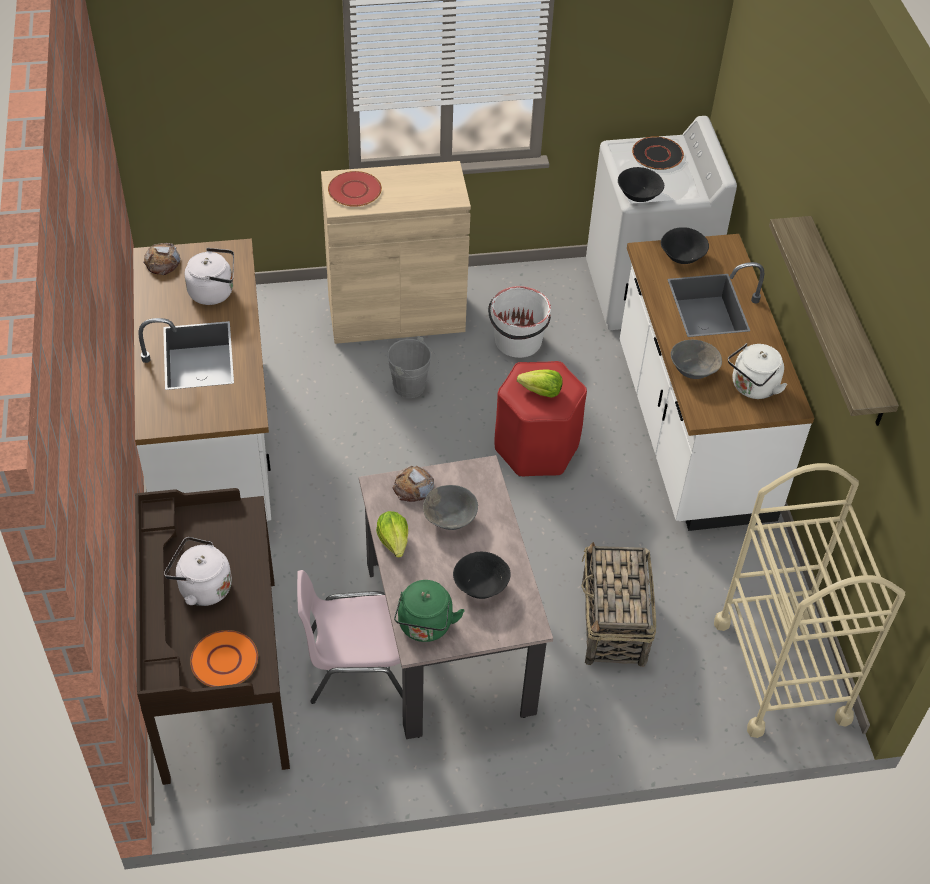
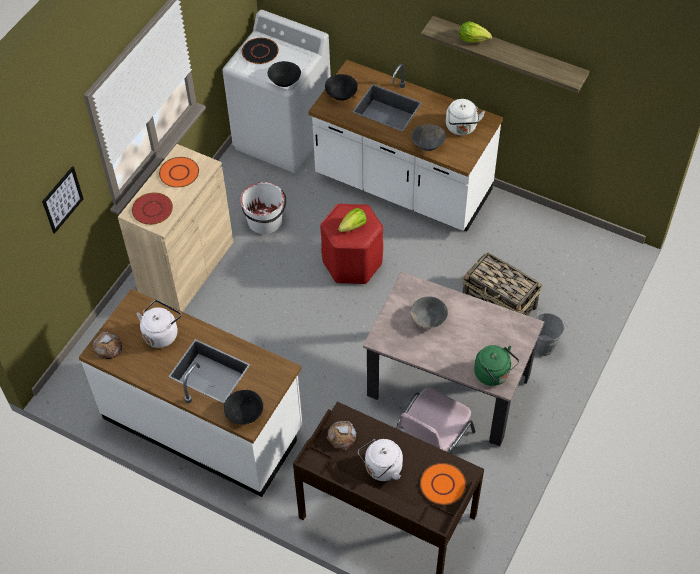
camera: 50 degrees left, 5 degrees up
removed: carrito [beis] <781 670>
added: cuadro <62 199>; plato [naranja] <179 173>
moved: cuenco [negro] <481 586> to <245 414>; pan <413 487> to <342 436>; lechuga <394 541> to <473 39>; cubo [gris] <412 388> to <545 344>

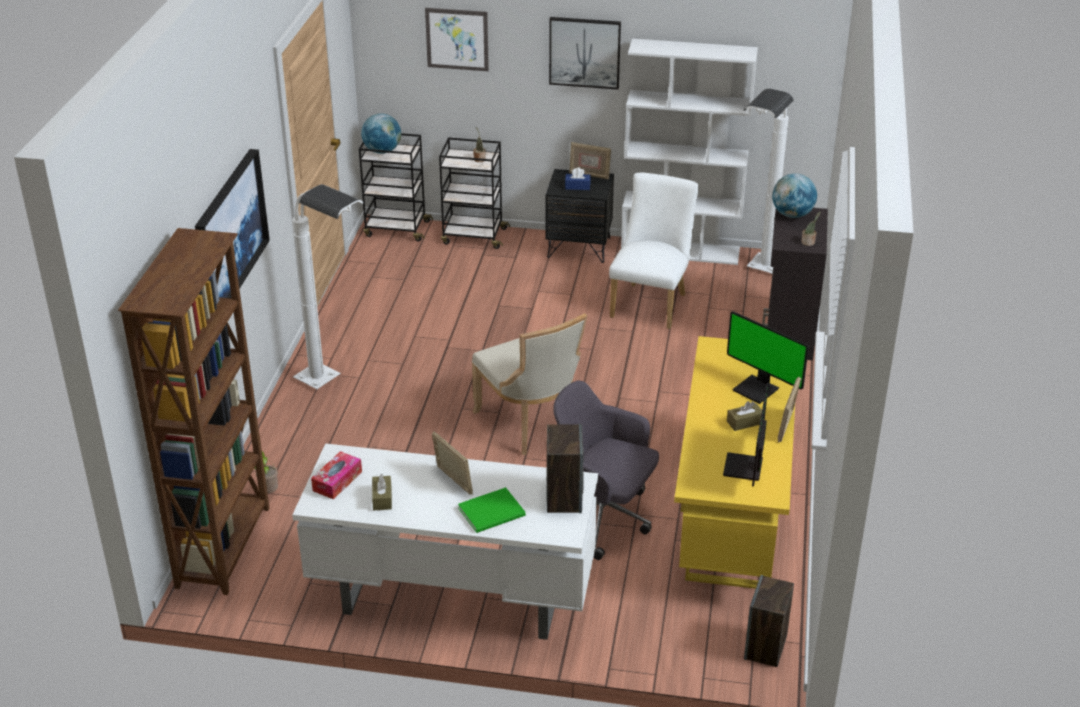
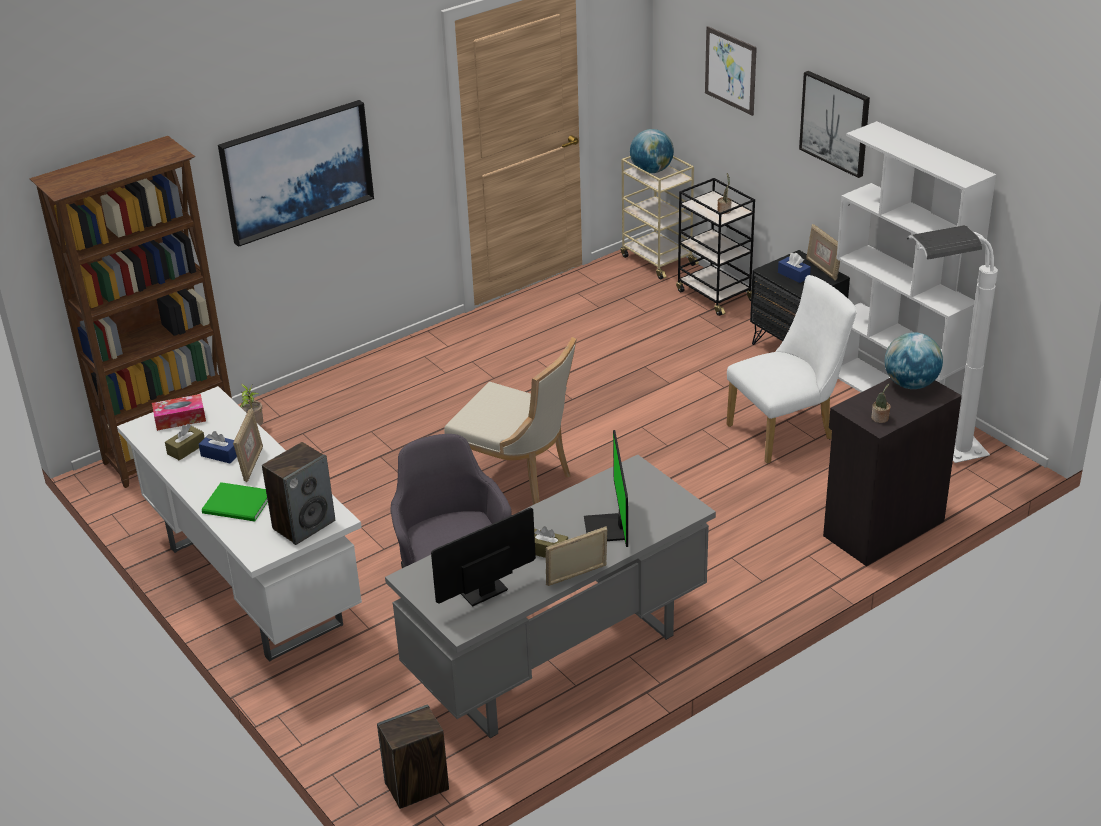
camera: 45 degrees right, 0 degrees up
removed: lámpara de pie [blanco] <335 387>
added: caja de pañuelos [azul] <220 454>
recoloured: escritorio [amarillo] <731 519> to escritorio [gris] <558 662>; carrito [negro] <396 229> to carrito [beis] <657 260>
turned: silla [beis] <530 424> = <517 482> 75 degrees counterclockwise

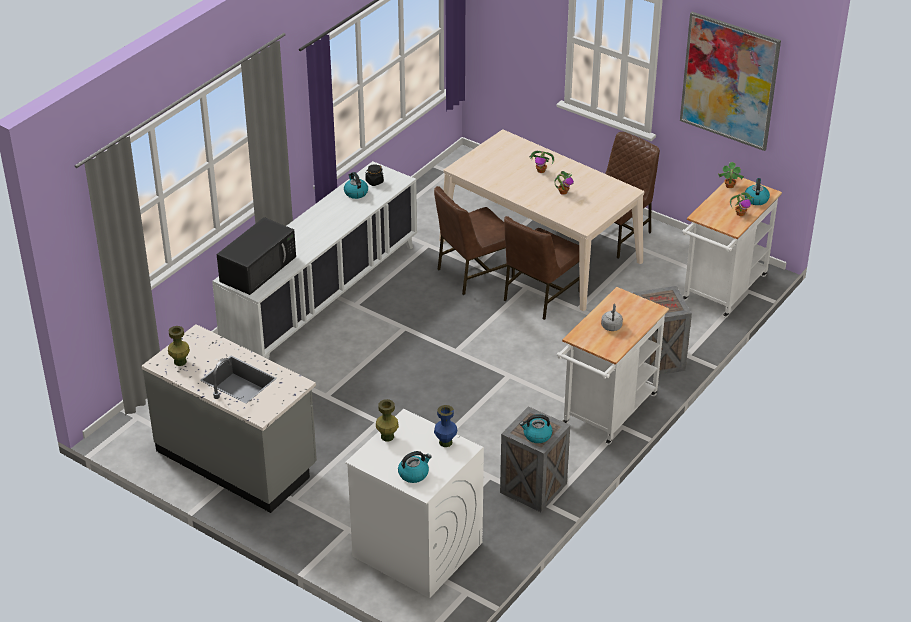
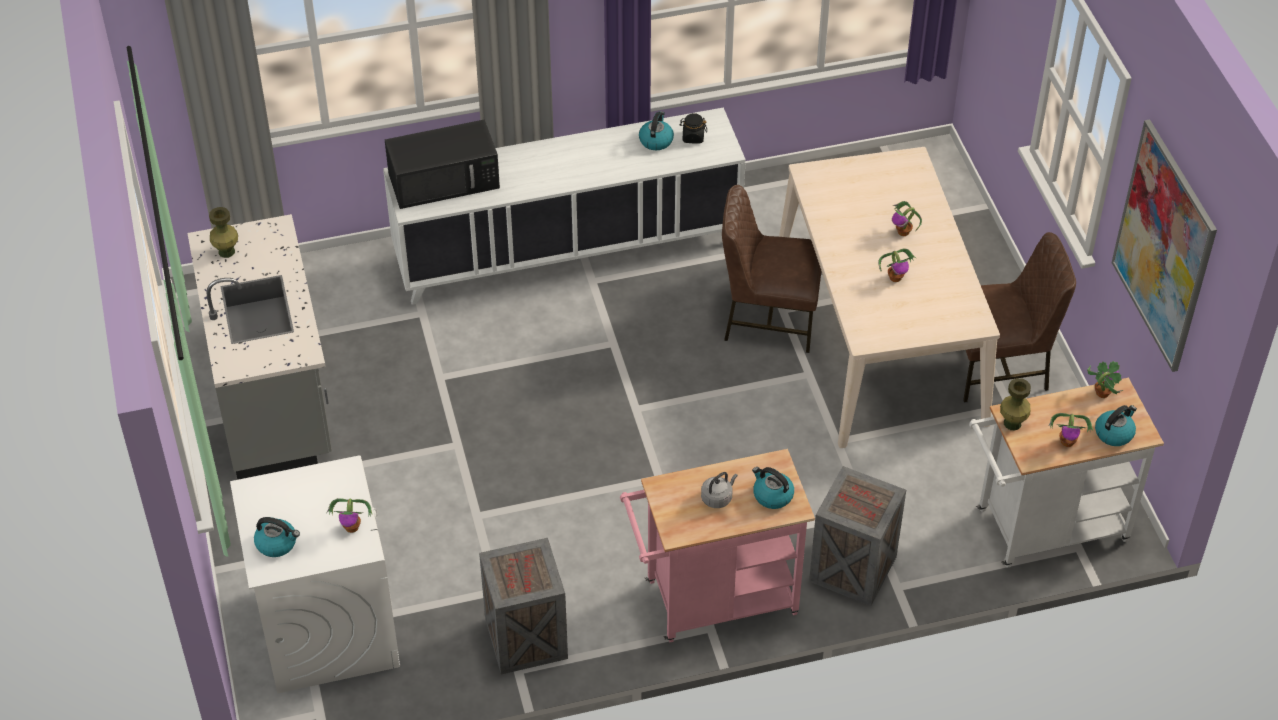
camera: 40 degrees right, 10 degrees up
removed: silla [marrón] <540 296>
moved: hervidor <537 435> to <772 495>; florero [verde] <387 436> to <1012 423>
replaced: florero [azul] <445 442> to planta en maceta <352 527>
recoloured: carrito [blanco] <606 414> to carrito [rosa] <712 601>

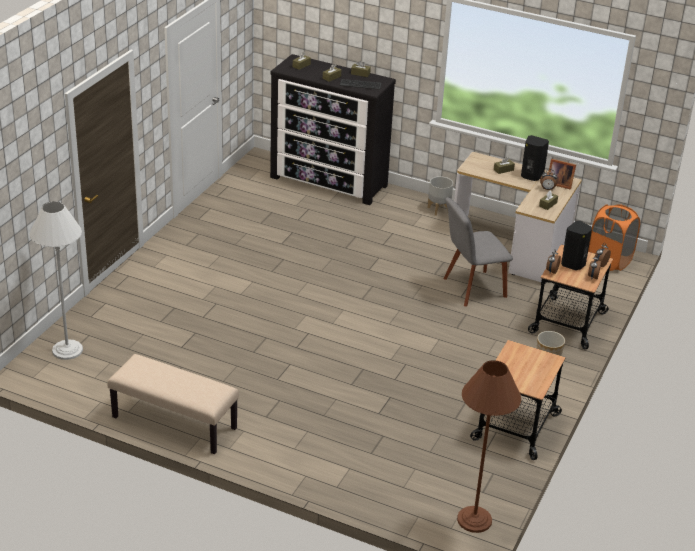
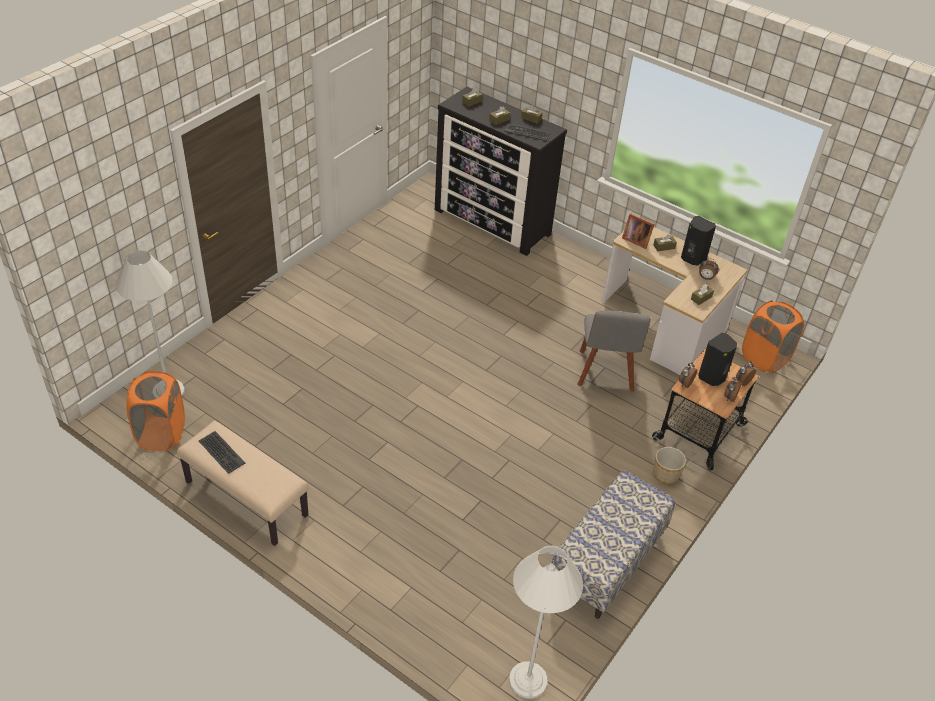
camera: 10 degrees right, 10 degrees up
removed: maceta [gris] <439 210>
added: cesto de la ropa [naranja] <161 434>; teclado <221 452>
moved: portarretratos <558 183> to <635 240>
replaced: carrito <516 427> to banco <607 562>
recoloured: lámpara de pie [marrón] <474 520> to lámpara de pie [blanco] <528 680>
turned: silla [gris] <471 288> = <605 373> 75 degrees counterclockwise

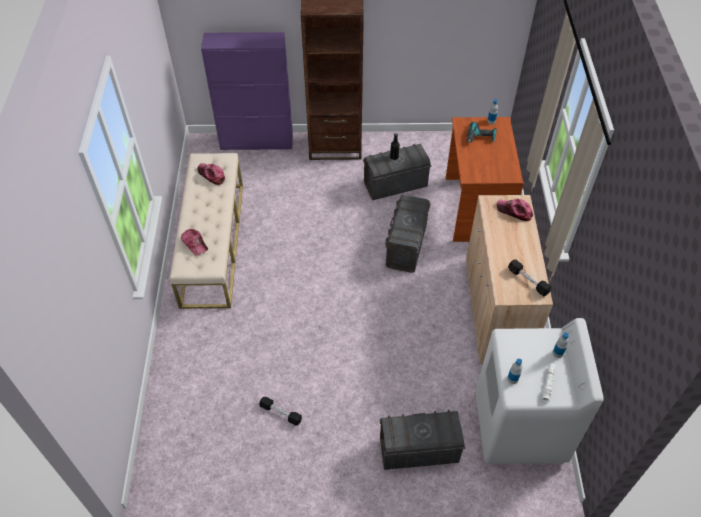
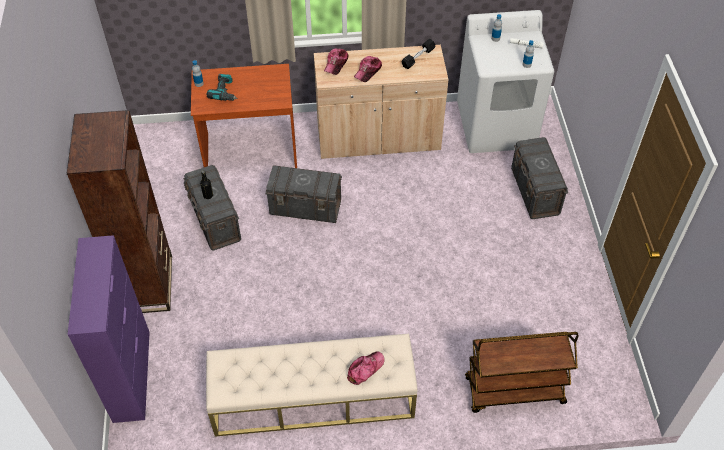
camera: 95 degrees left, 0 degrees up
removed: mancuerna [negro] <281 413>
added: carrito [marrón] <514 391>
moved: gorra <211 175> to <368 71>

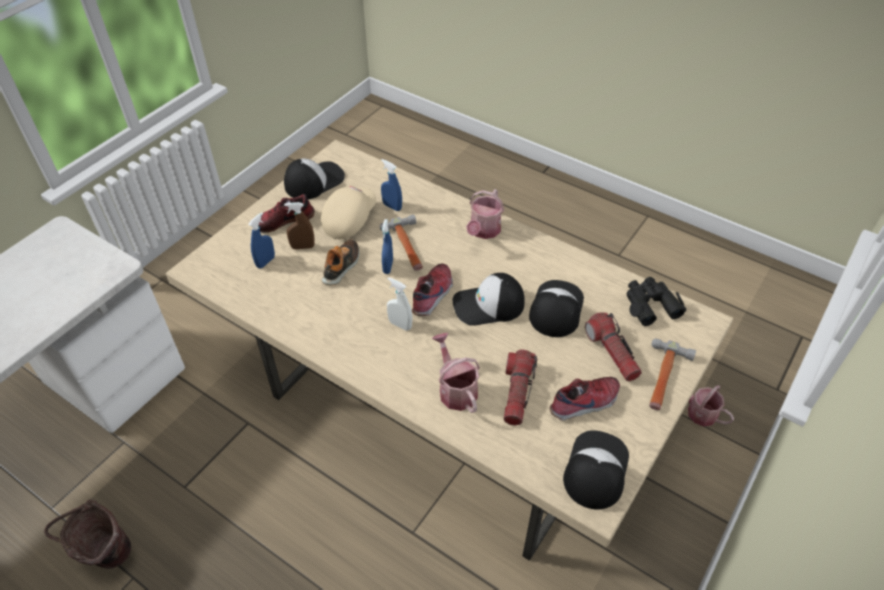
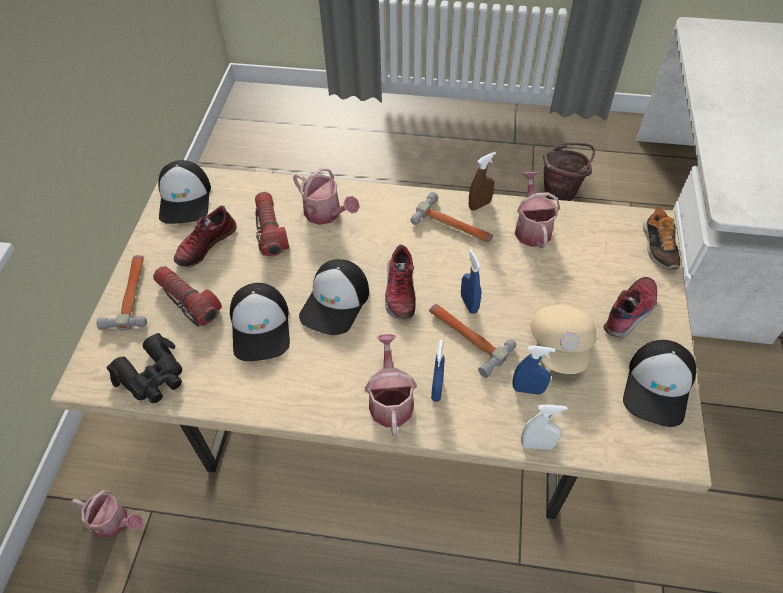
camera: 155 degrees right, 5 degrees up
added: martillo <454 226>; regadera <531 228>
moved: pulverizador [azul] <265 262> to <437 389>; pulverizador [marrón] <302 247> to <479 205>; pulverizador [blanco] <400 325> to <537 444>; zapato <342 266> to <658 247>
turned: gorra <488 305> = <336 302> 150 degrees clockwise

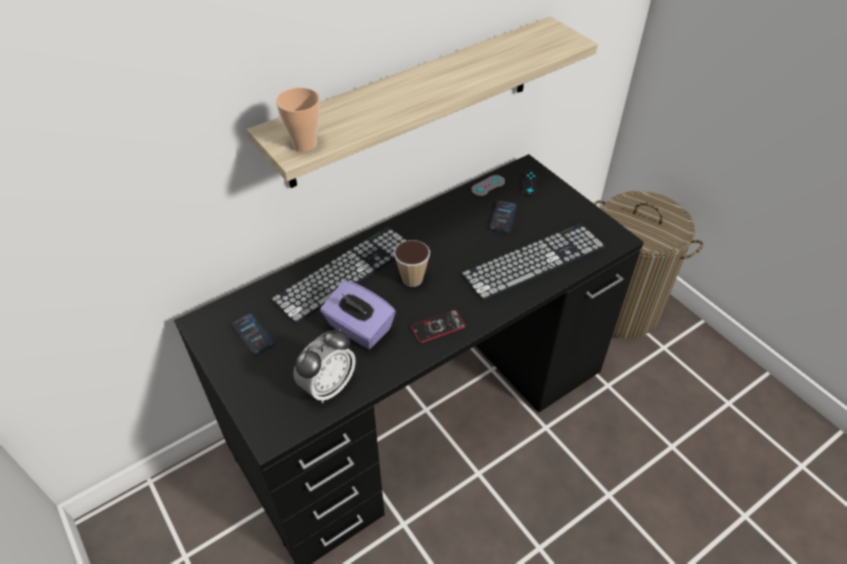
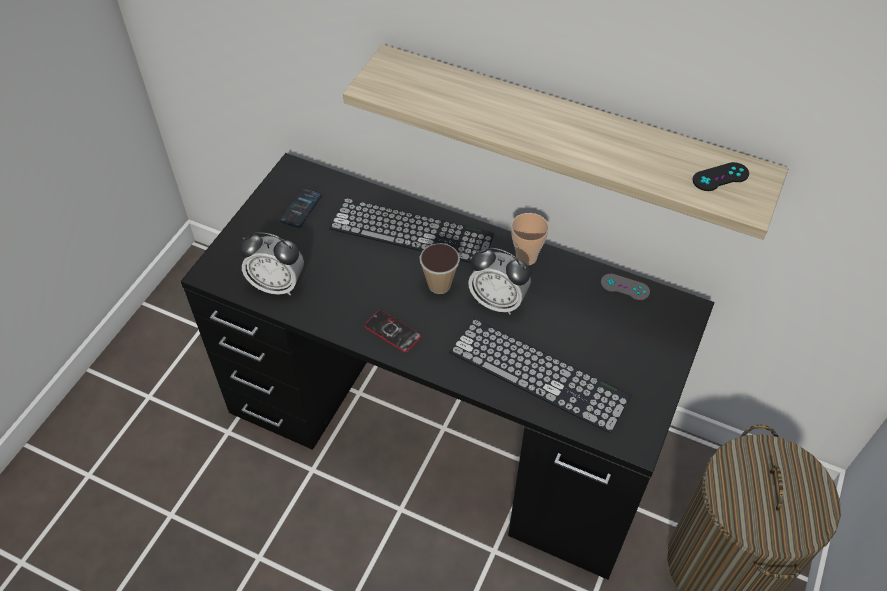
camera: 60 degrees right, 5 degrees up
removed: caja de pañuelos [morado] <359 328>; móvil <503 217>
added: despertador <497 301>
moved: taza <304 145> to <526 257>; mando de consola [negro] <530 183> to <720 177>

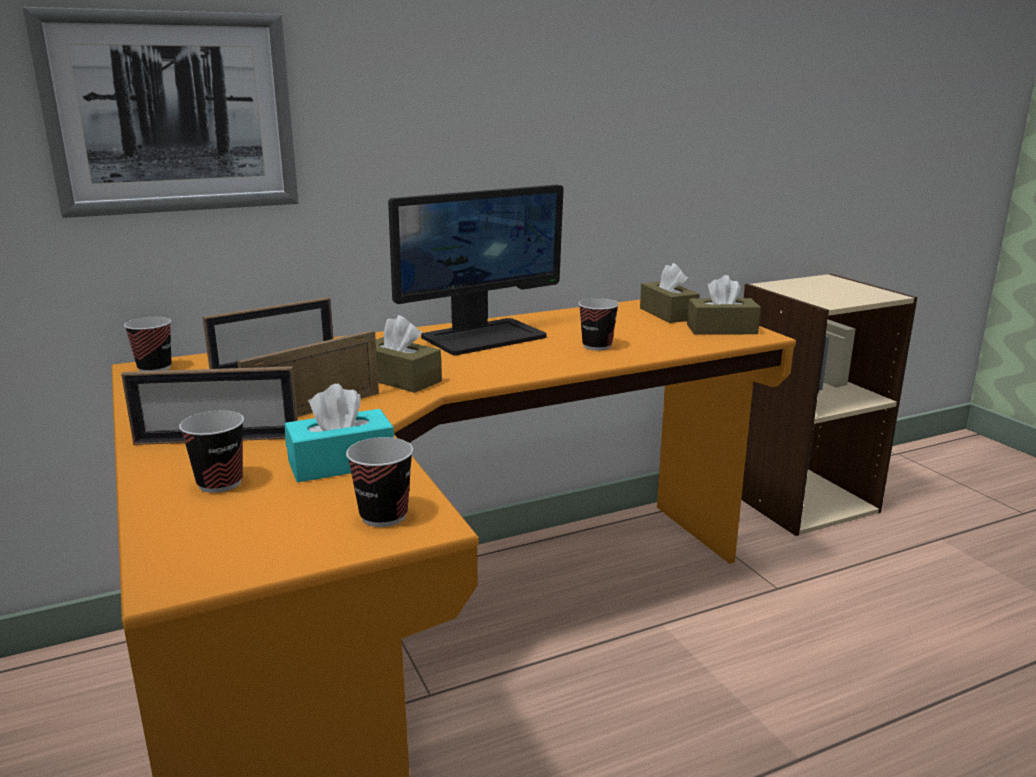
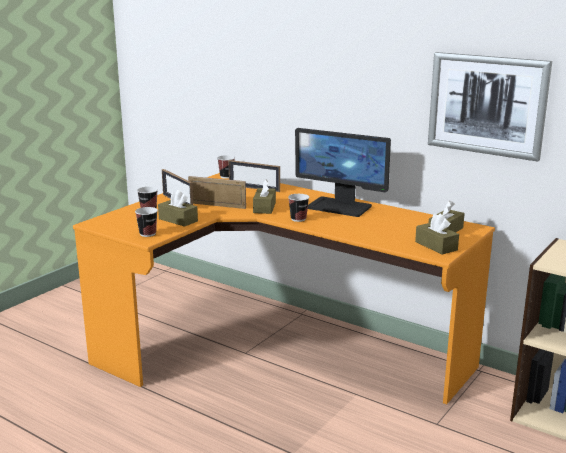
camera: 60 degrees right, 0 degrees up
moved: taza <597 346> to <298 219>; cuadro <172 114> to <487 105>
recoloured: caja de pañuelos [turquesa] <341 463> to caja de pañuelos [marrón] <178 220>

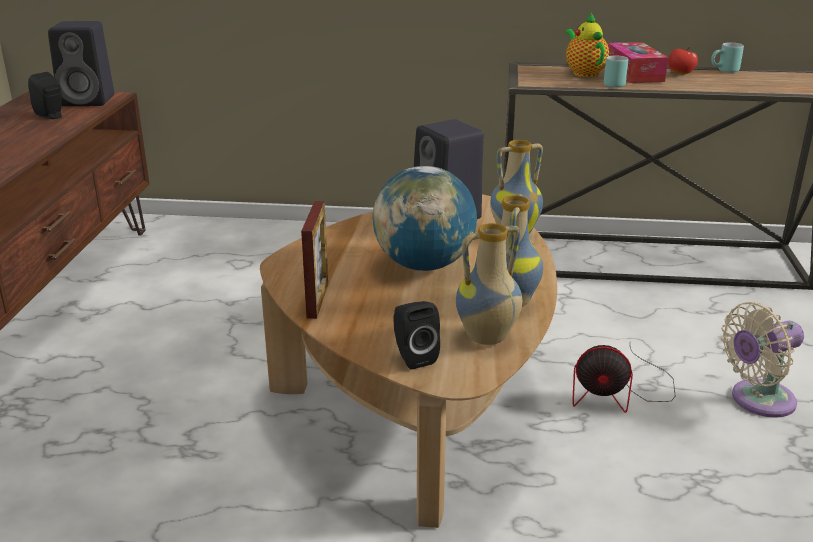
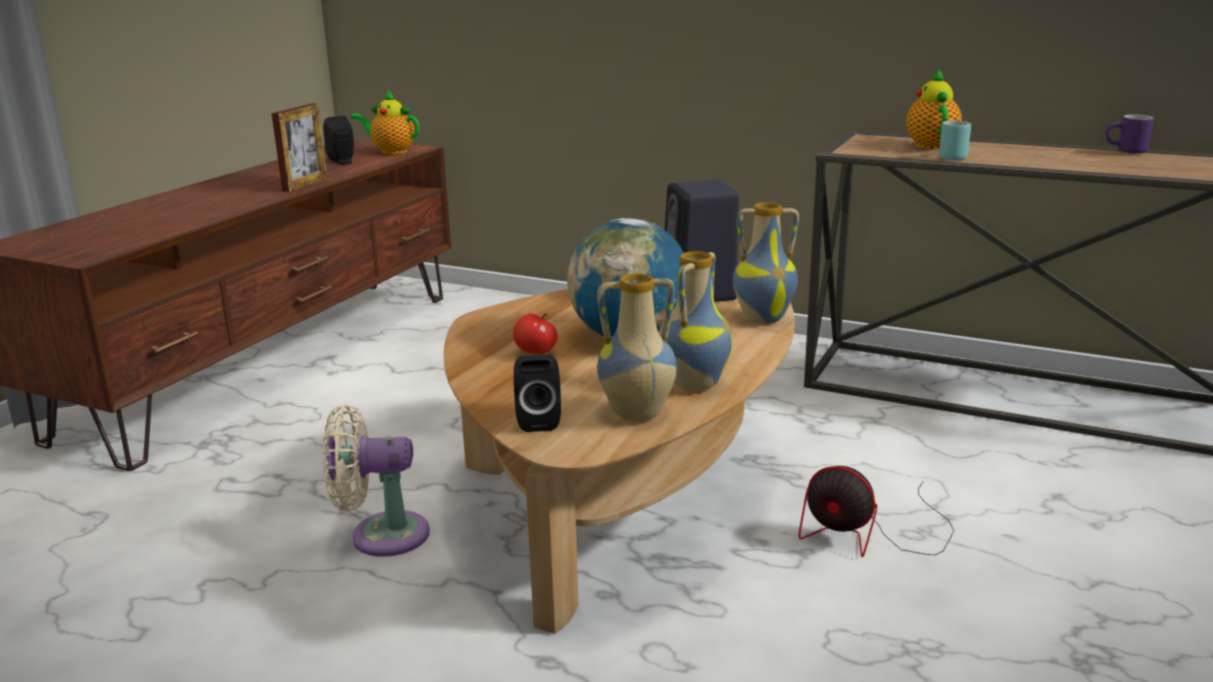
camera: 20 degrees right, 5 degrees down
removed: caja de pañuelos <634 73>
moved: portarretratos <317 300> to <305 184>; ventilador [beis] <757 401> to <381 535>; manzana <680 74> to <536 353>
replaced: altavoz [negro] <89 100> to tetera <391 151>
recoloured: taza grande [turquesa] <725 71> to taza grande [morado] <1126 152>

